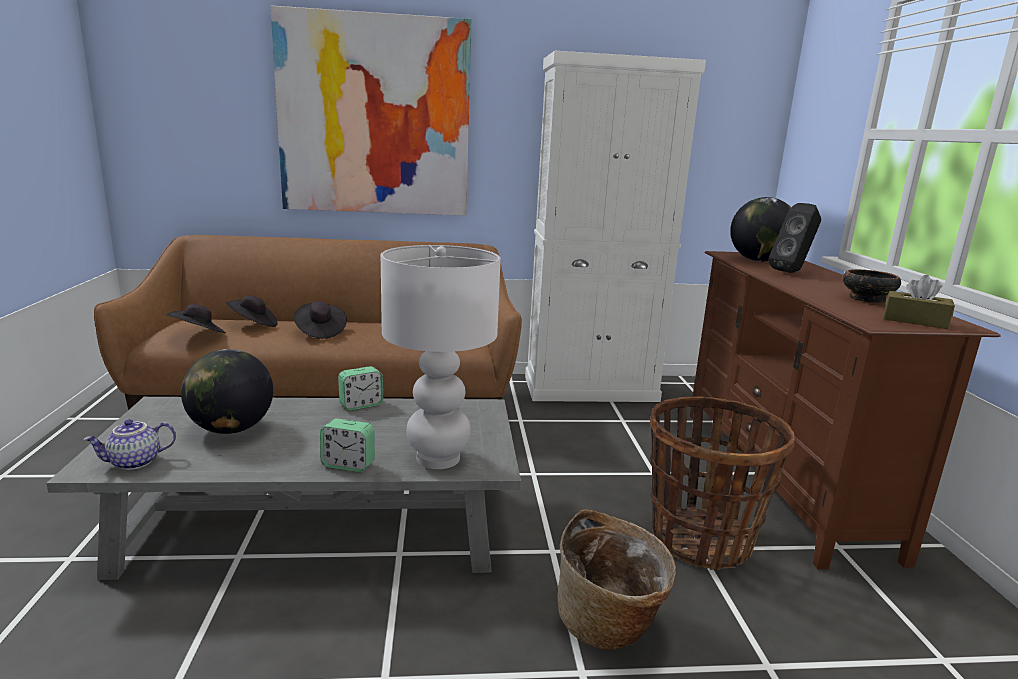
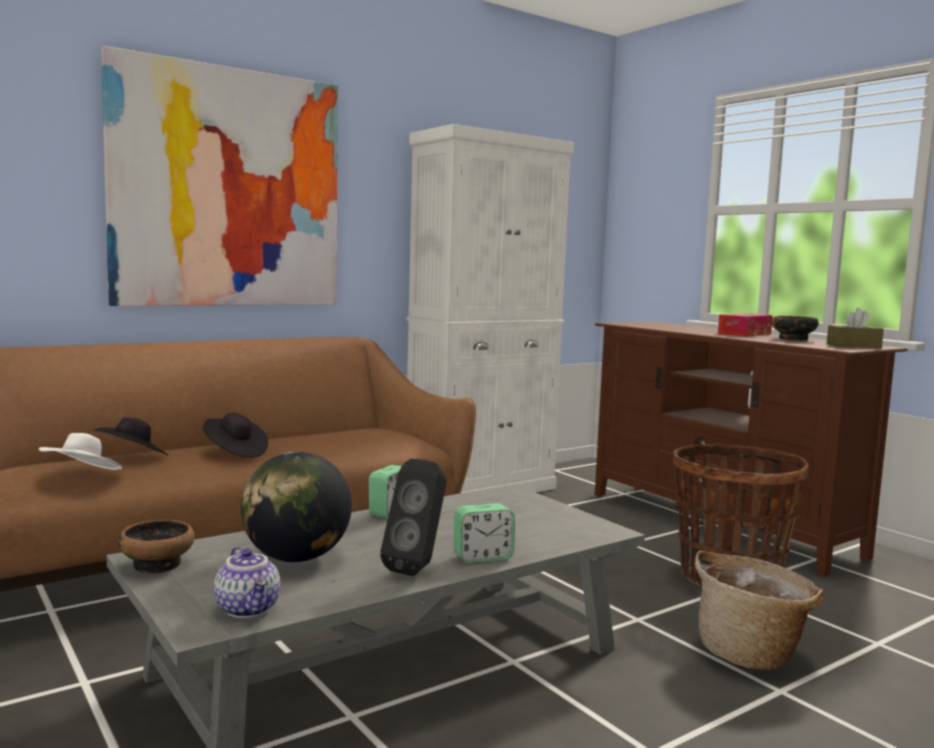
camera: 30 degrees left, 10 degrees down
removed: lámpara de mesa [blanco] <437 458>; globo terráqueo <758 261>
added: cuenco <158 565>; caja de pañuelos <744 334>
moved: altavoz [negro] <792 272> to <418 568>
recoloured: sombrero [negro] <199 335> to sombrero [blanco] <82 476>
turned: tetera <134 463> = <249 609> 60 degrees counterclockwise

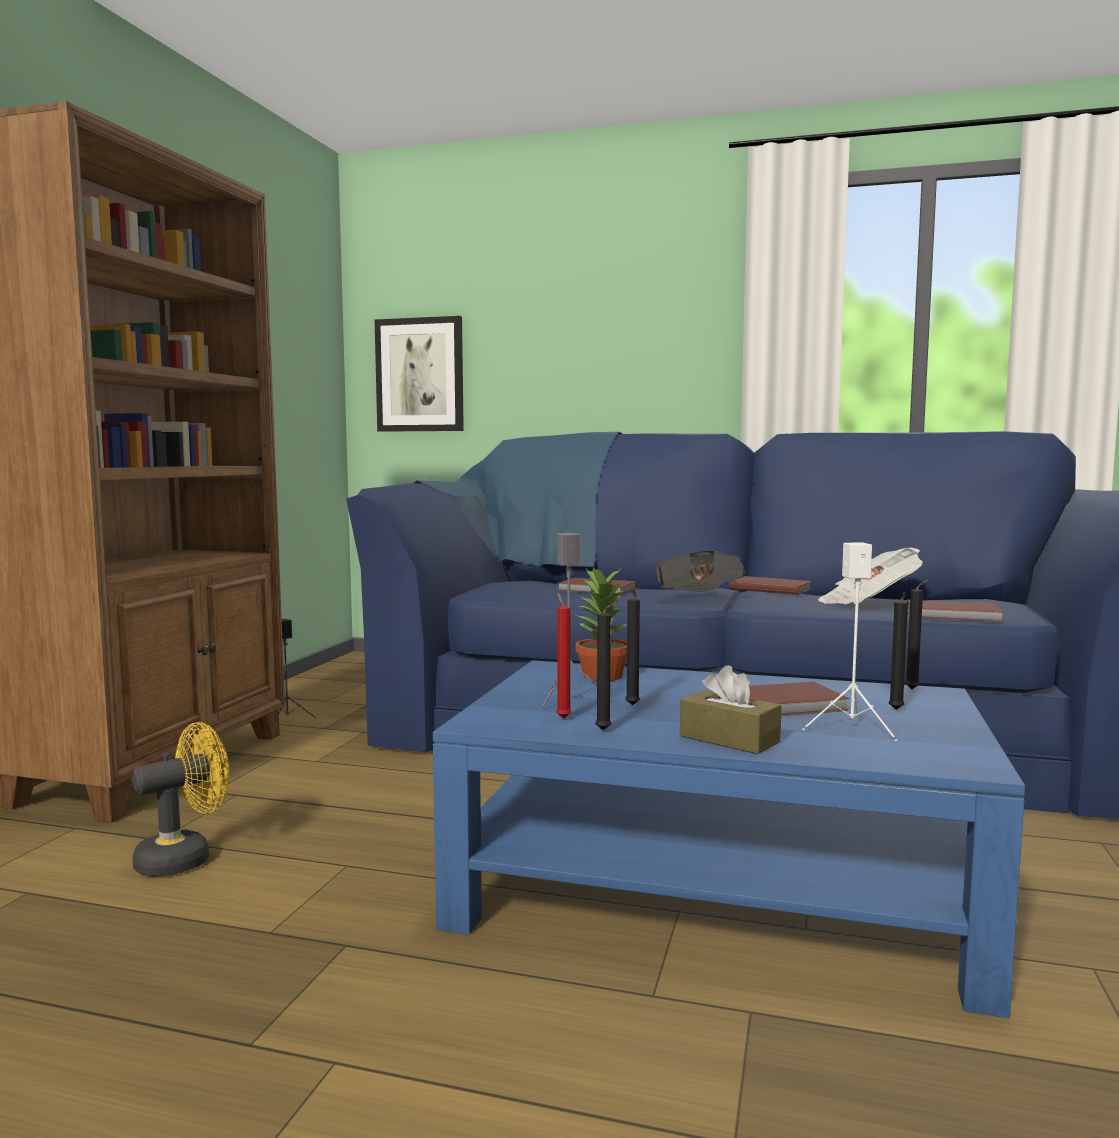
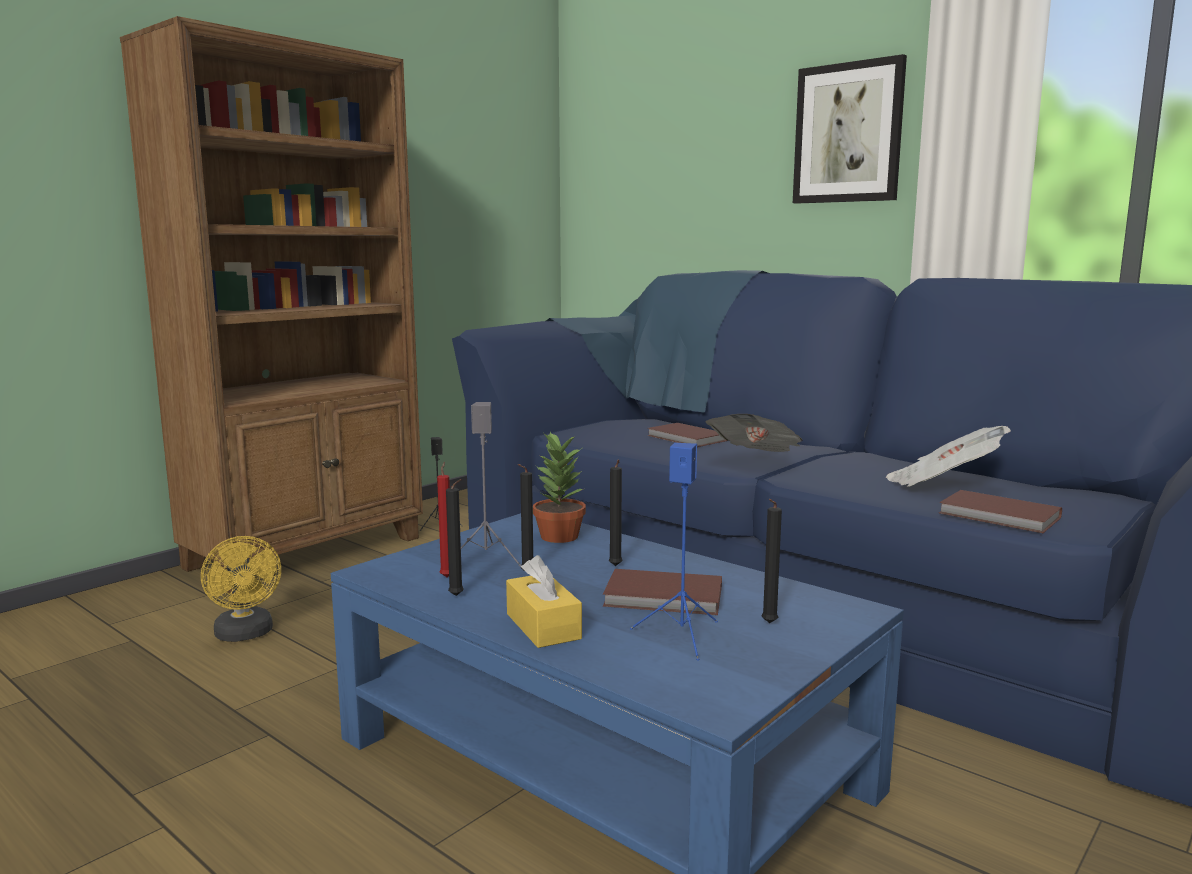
camera: 25 degrees right, 5 degrees up
removed: libro [marrón] <770 588>
moved: vela [negro] <913 690> to <615 567>; cuadro <420 375> to <848 133>
recoloured: caja de pañuelos [marrón] <729 739> to caja de pañuelos [amarillo] <543 626>; altavoz [blanco] <851 727> to altavoz [azul] <682 635>
turned: ventilador [amarillo] <185 858> = <246 635> 75 degrees clockwise

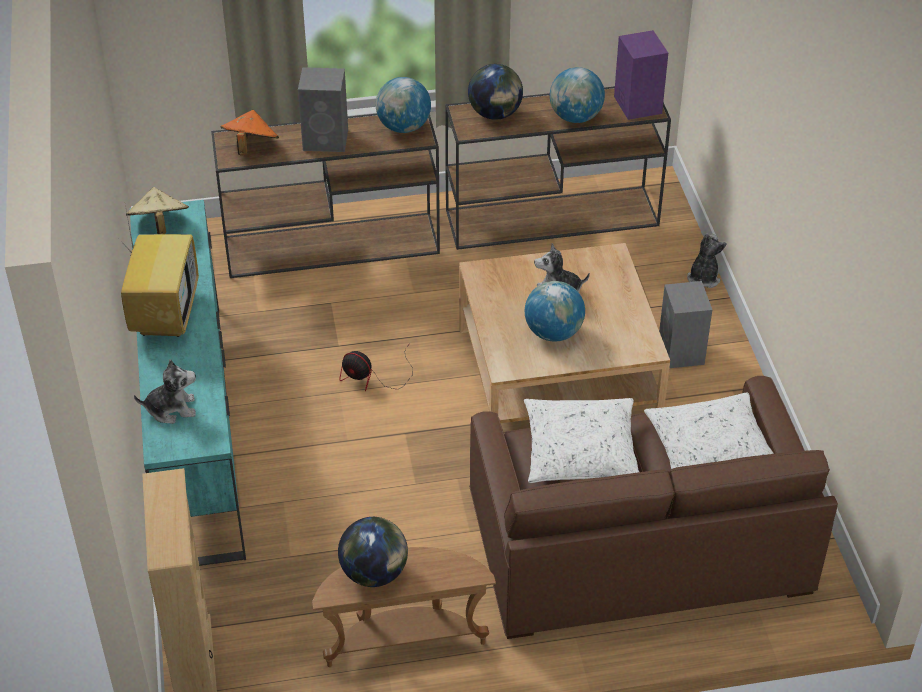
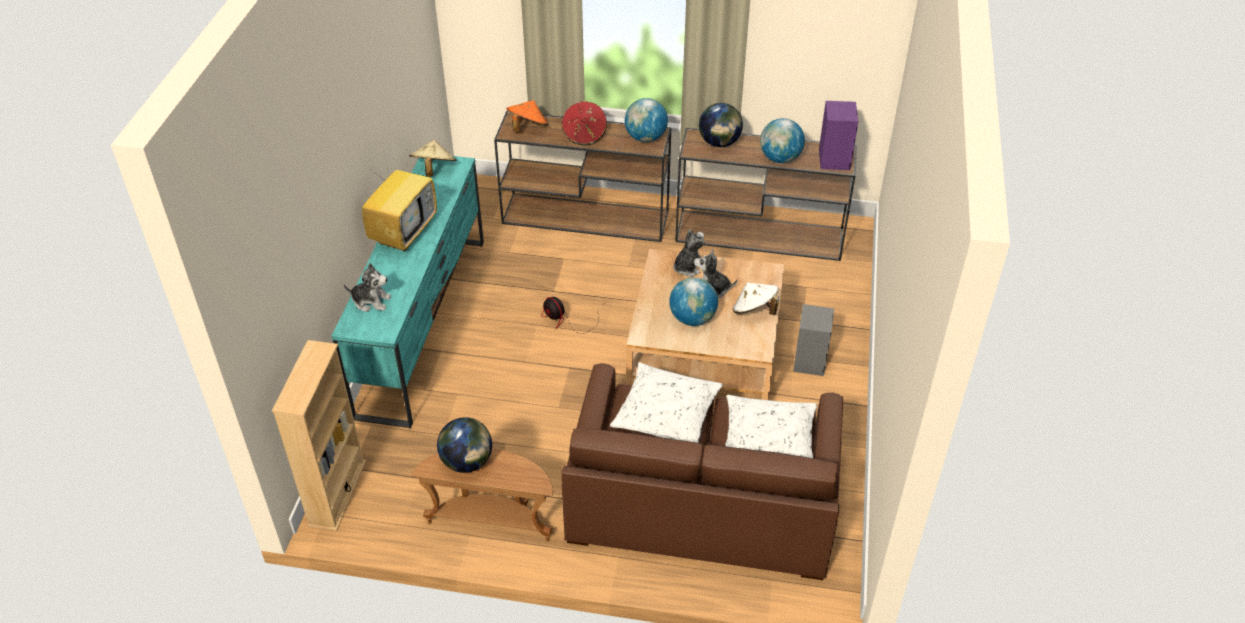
camera: 20 degrees right, 0 degrees up
added: sombrero [blanco] <754 310>
moved: peluche <703 278> to <687 267>
replaced: altavoz [gris] <327 140> to sombrero [rojo] <584 135>

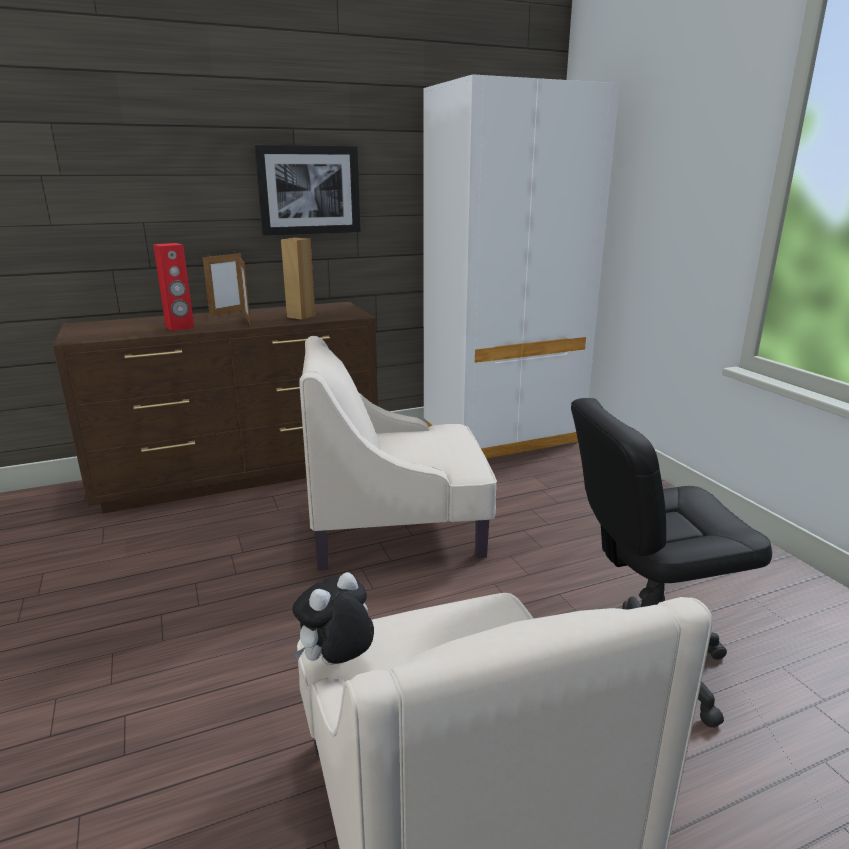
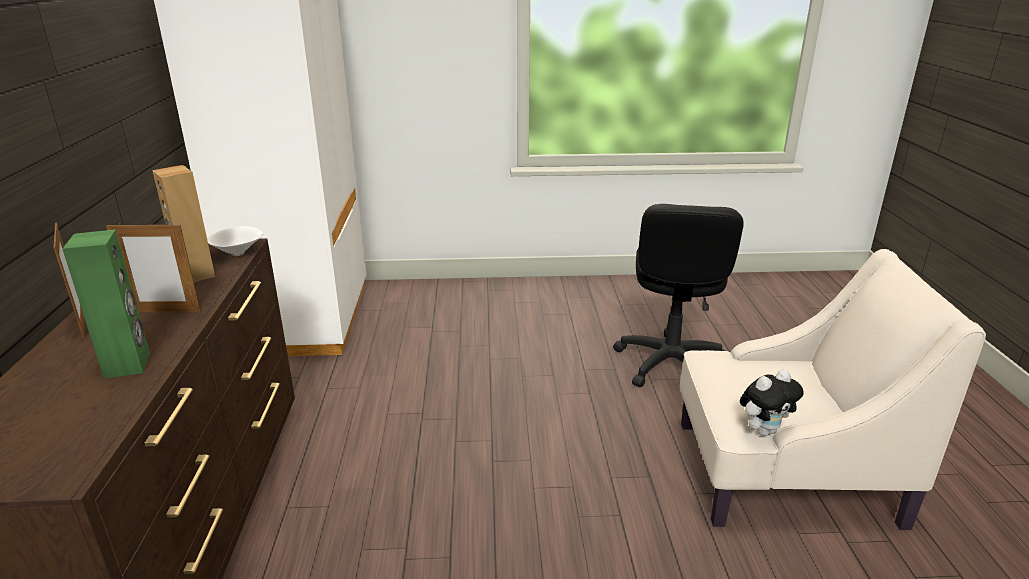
camera: 70 degrees left, 5 degrees up
removed: cuadro <309 190>; sillón [beis] <399 527>
added: cuenco [blanco] <239 253>
recoloured: altavoz [rojo] <180 327> to altavoz [verde] <128 365>
turned: peluche <336 663> = <764 430> 90 degrees counterclockwise

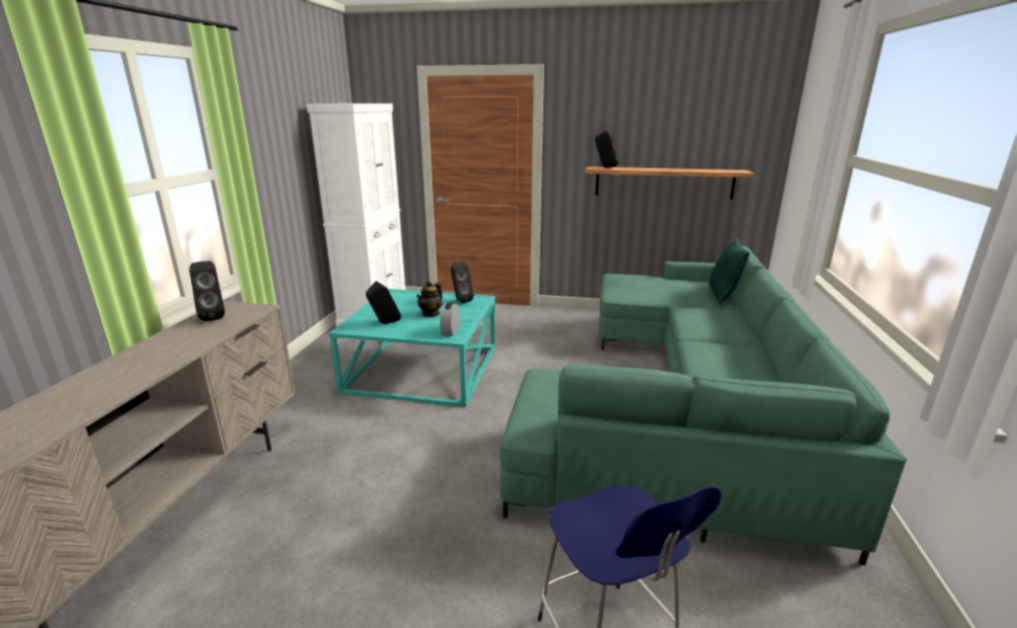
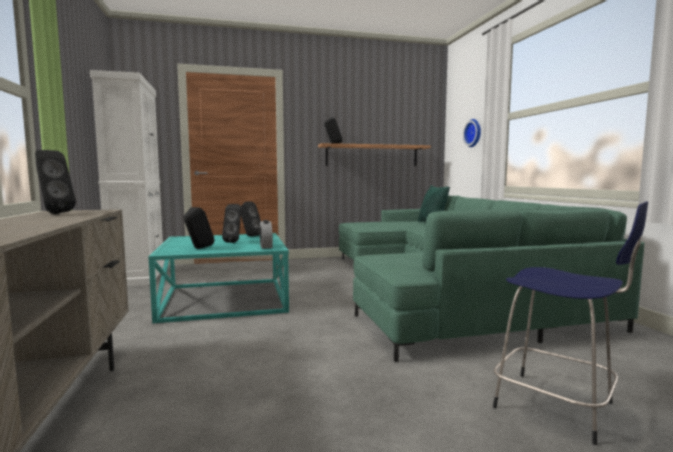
camera: 25 degrees left, 15 degrees down
added: reloj de pared <474 133>
replaced: tetera <431 314> to altavoz [negro] <234 242>

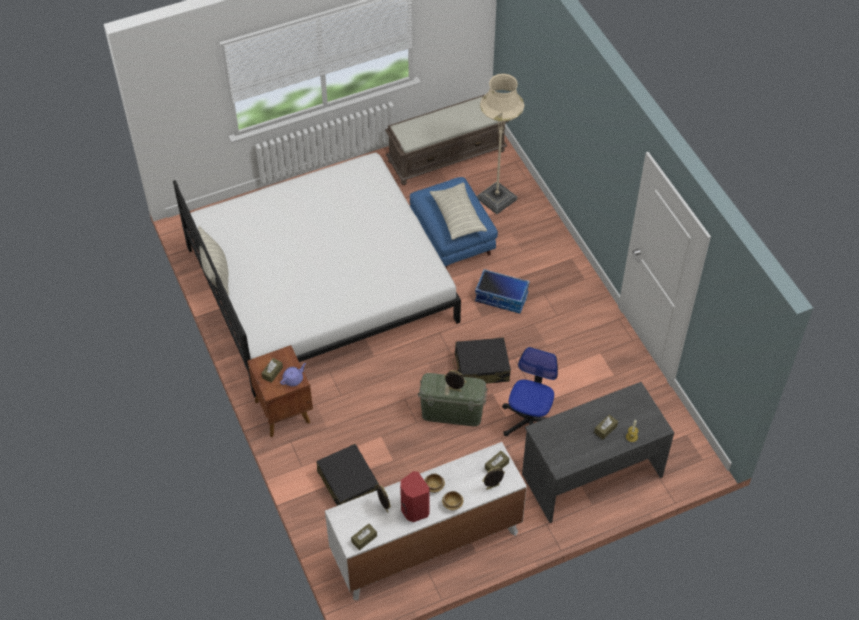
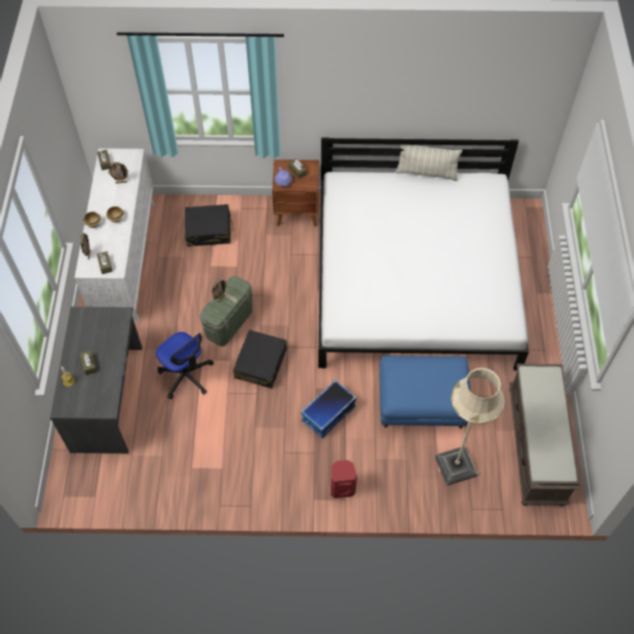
camera: 115 degrees right, 5 degrees up
removed: cojín <457 217>
moved: altavoz [rojo] <414 510> to <342 487>

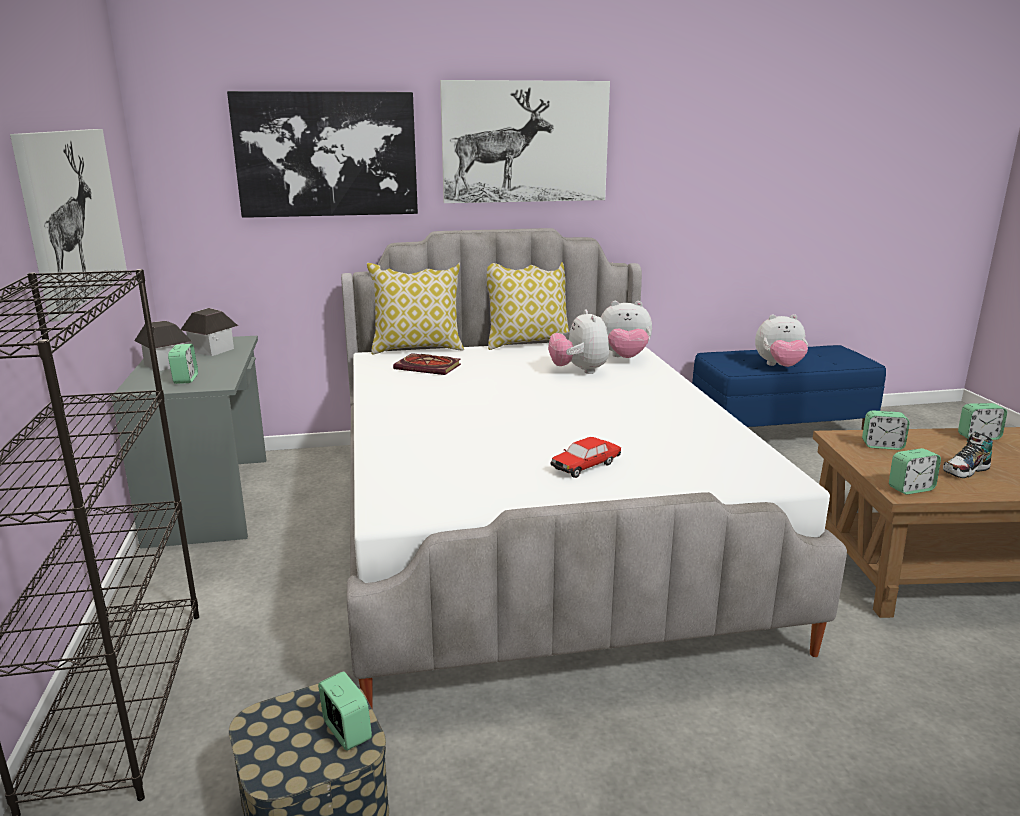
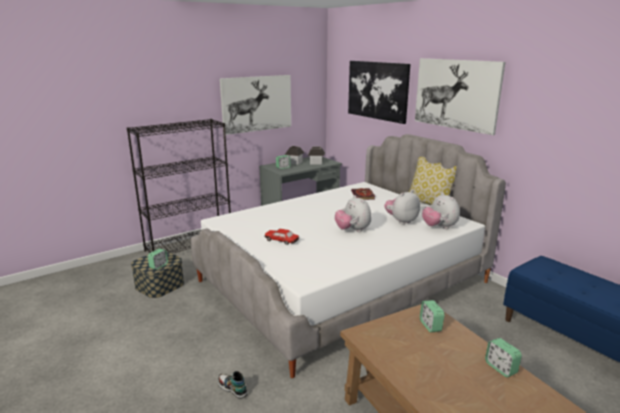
camera: 65 degrees right, 0 degrees up
removed: cojín <418 348>; despertador <910 488>
moved: zapato <965 470> to <232 389>; peluche <779 366> to <352 230>

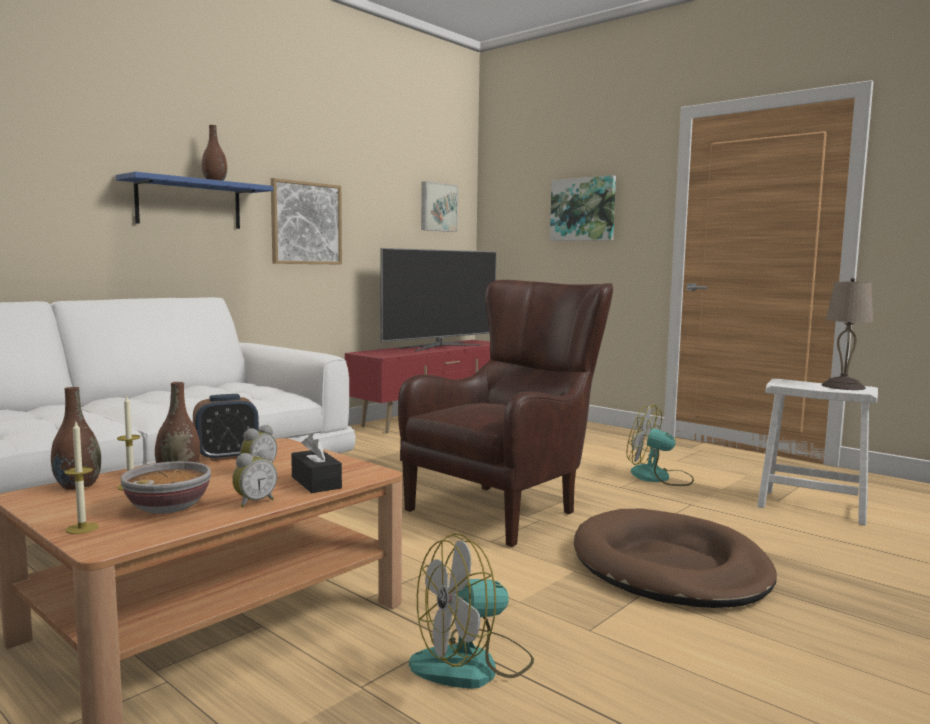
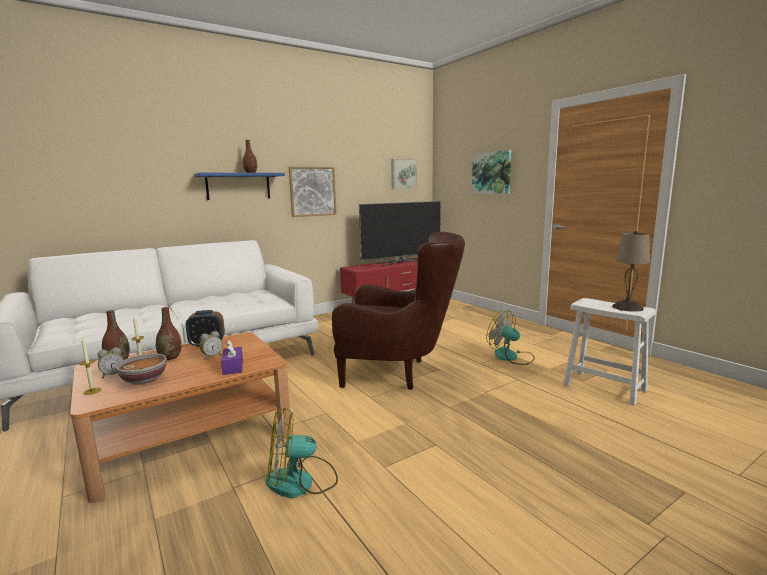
camera: 15 degrees right, 5 degrees up
removed: cama para perro [marrón] <669 566>
moved: despertador <254 502> to <113 375>
recoloured: caja de pañuelos [negro] <316 482> to caja de pañuelos [morado] <233 367>
turned: sillón [marrón] <509 507> = <398 373> 45 degrees clockwise

